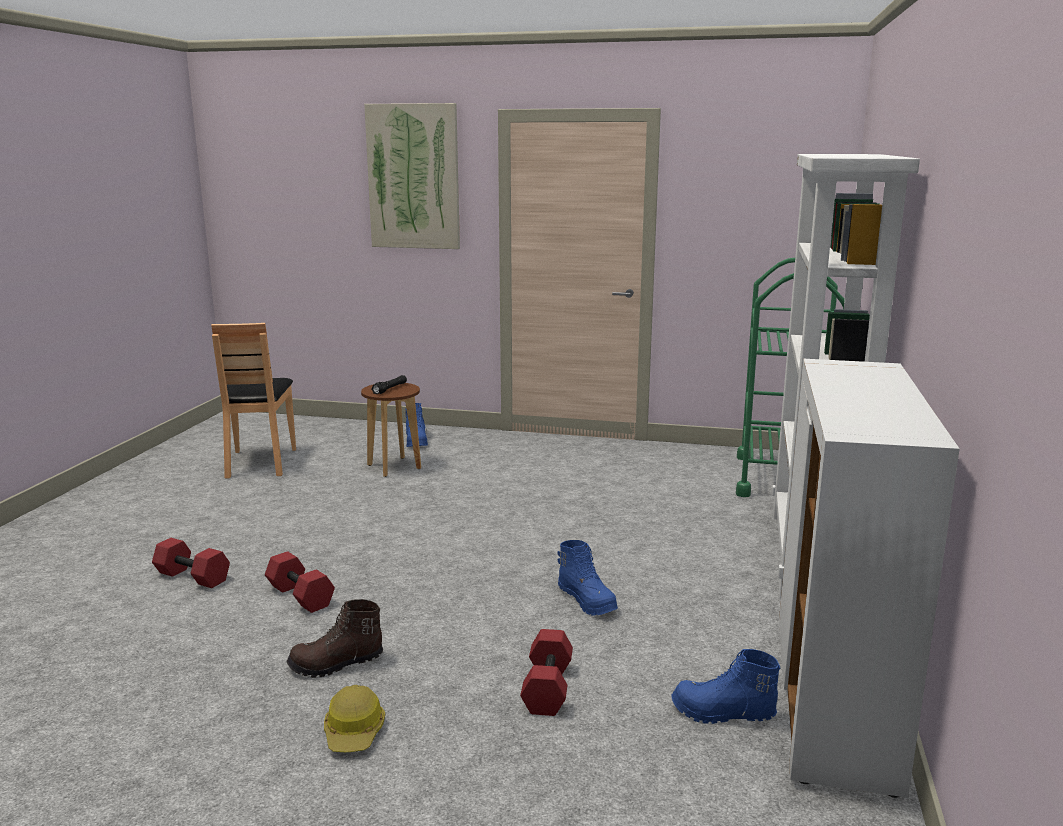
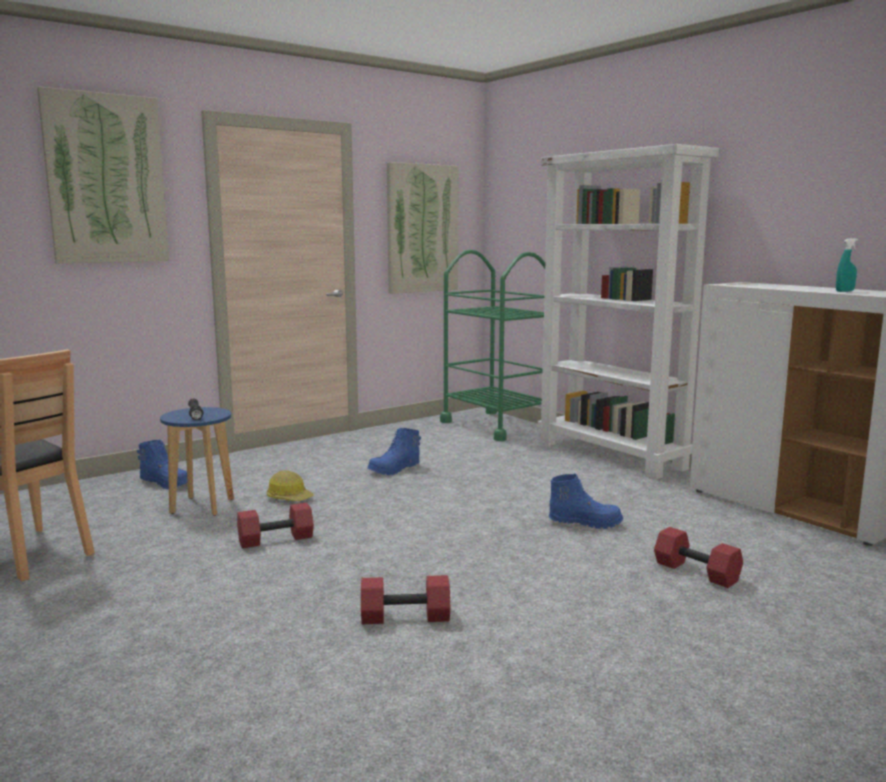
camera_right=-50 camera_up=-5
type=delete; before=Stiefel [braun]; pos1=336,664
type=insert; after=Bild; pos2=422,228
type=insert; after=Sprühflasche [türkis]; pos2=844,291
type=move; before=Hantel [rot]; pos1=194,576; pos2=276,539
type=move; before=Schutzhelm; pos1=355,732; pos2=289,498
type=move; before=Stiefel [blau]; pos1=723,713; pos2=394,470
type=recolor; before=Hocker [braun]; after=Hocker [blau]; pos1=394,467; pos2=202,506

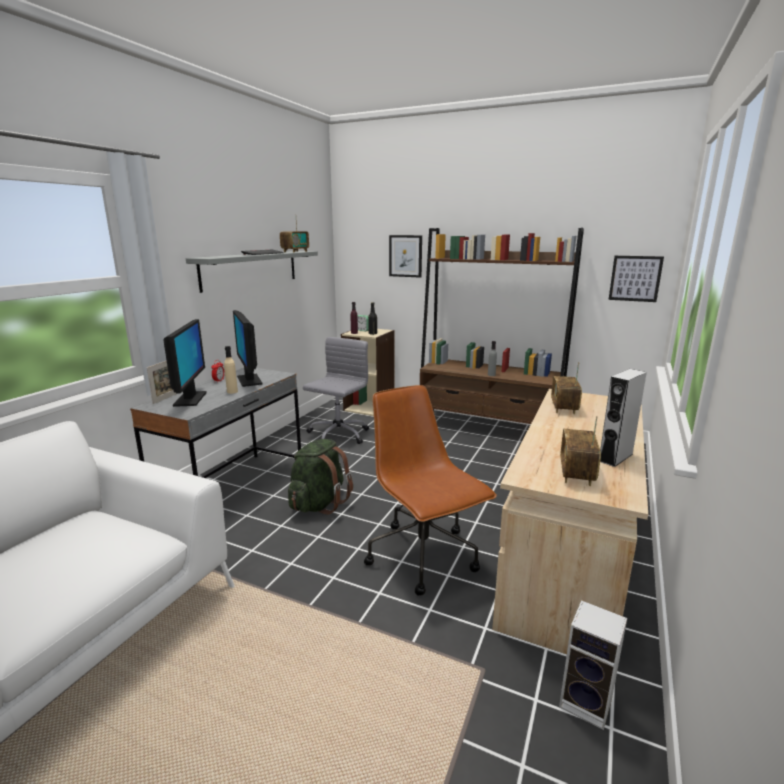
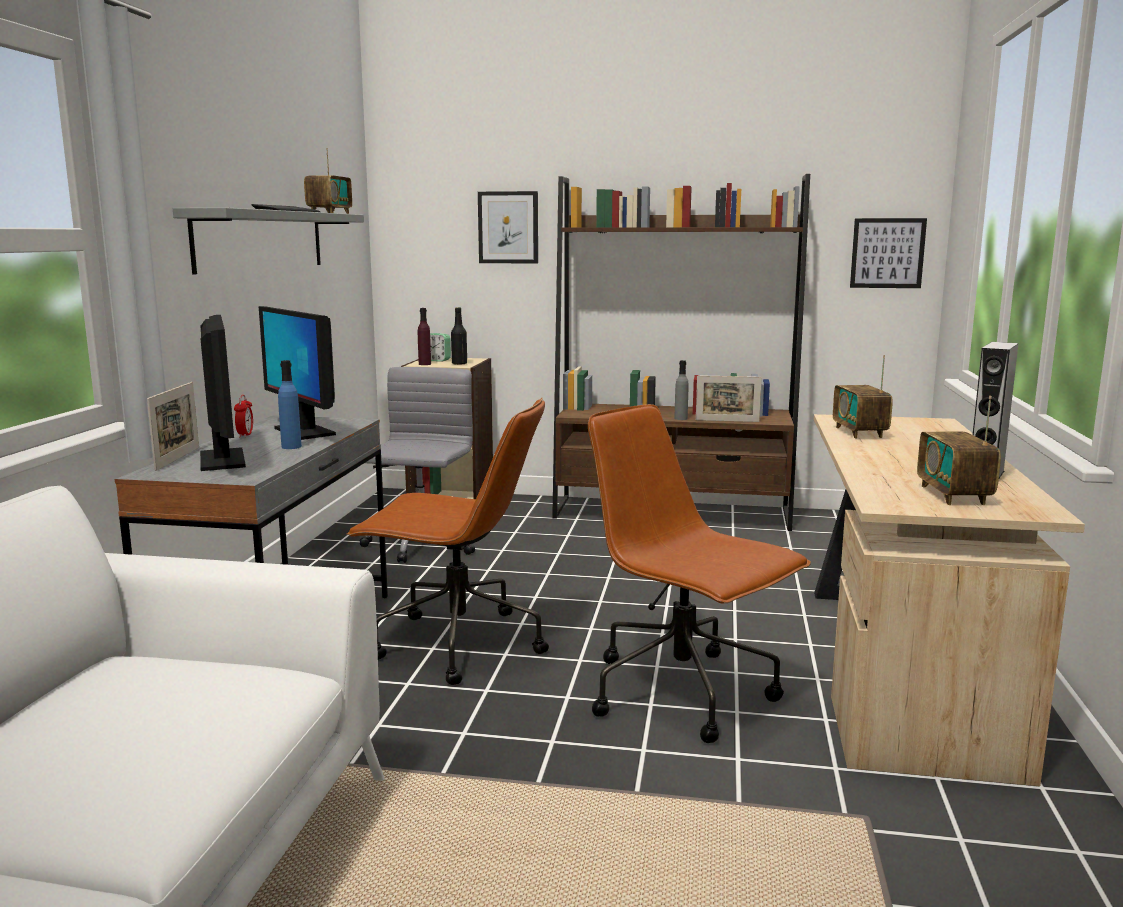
camera_right=-15 camera_up=-5
type=delete; before=Lautsprecher; pos1=588,703
type=insert; after=Bilderrahmen; pos2=727,421
type=replace; before=Rucksack [grün]; after=Bürostuhl [braun]; pos1=319,503; pos2=456,644
type=recolor; before=Flasche [beige]; after=Flasche [blau]; pos1=232,392; pos2=291,447

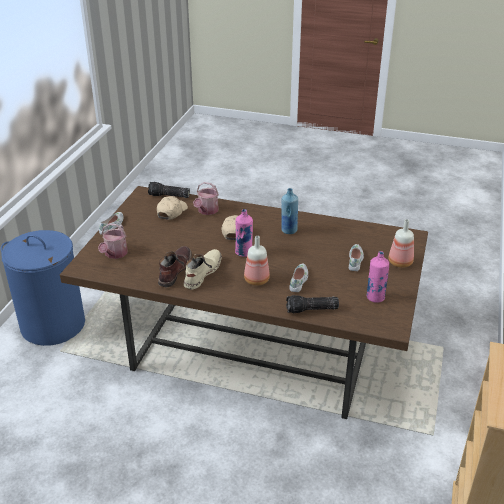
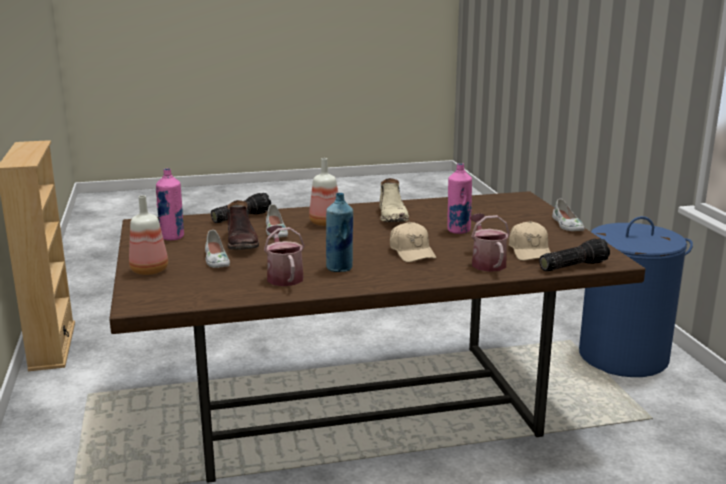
camera_right=150 camera_up=-15
type=move; before=Gießkanne; pos1=115,254; pos2=283,276
type=move; before=Stiefel [braun]; pos1=174,270; pos2=242,242
type=move; before=Flasche [rosa]; pos1=244,252; pos2=458,231

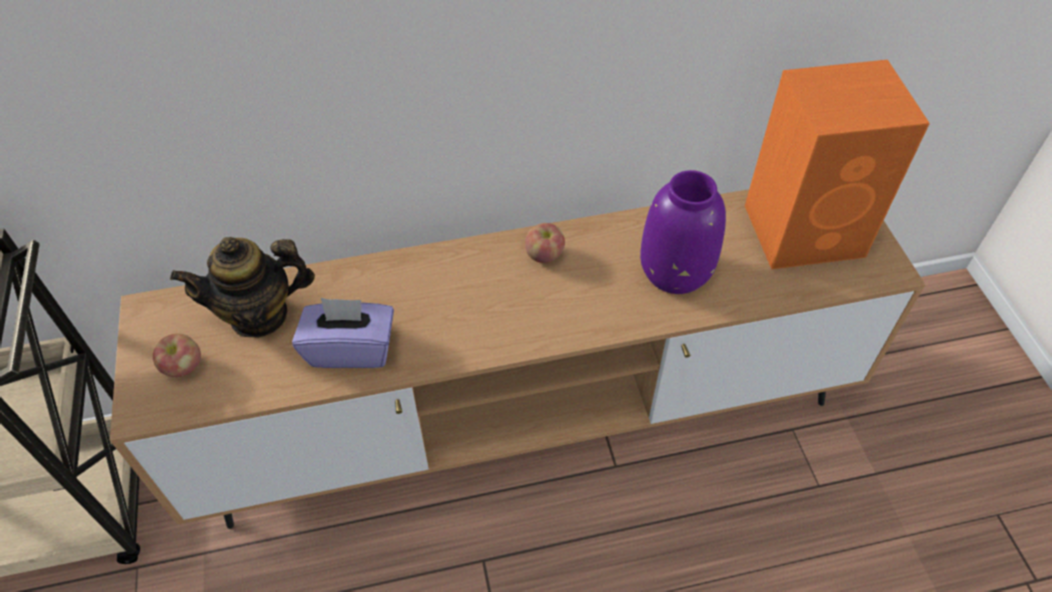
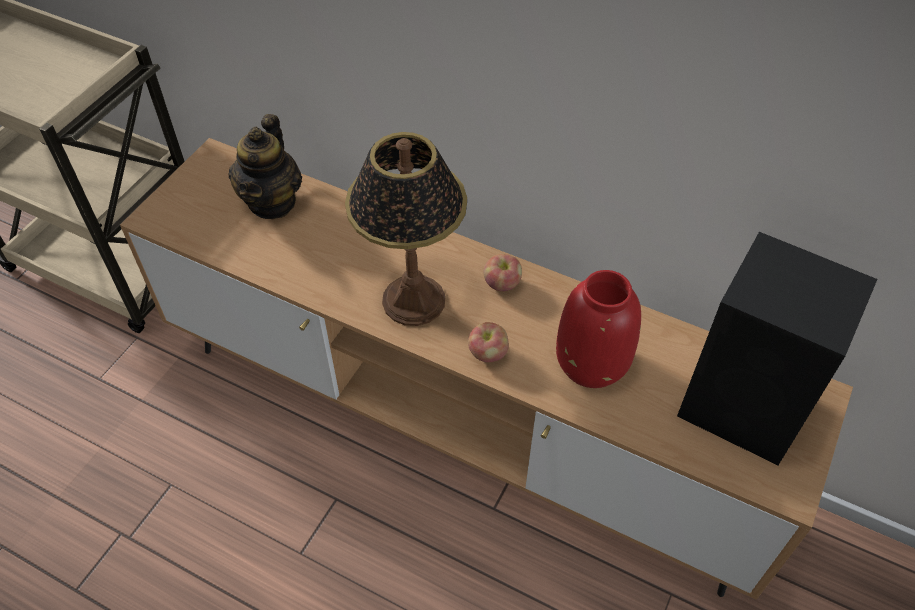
camera_right=40 camera_up=0
type=delete; before=Taschentuchbox [lila]; pos1=351,349
type=insert; after=Tischlampe; pos2=413,301
type=move; before=Apfel; pos1=184,367; pos2=488,353
type=recolor; before=Vase [lila]; after=Vase [rot]; pos1=675,270; pos2=592,362
type=recolor; before=Lautsprecher [orange]; after=Lautsprecher [schwarz]; pos1=806,230; pos2=746,407
type=rotate; before=Teekanne; pos1=259,315; pos2=272,202; turn=-105

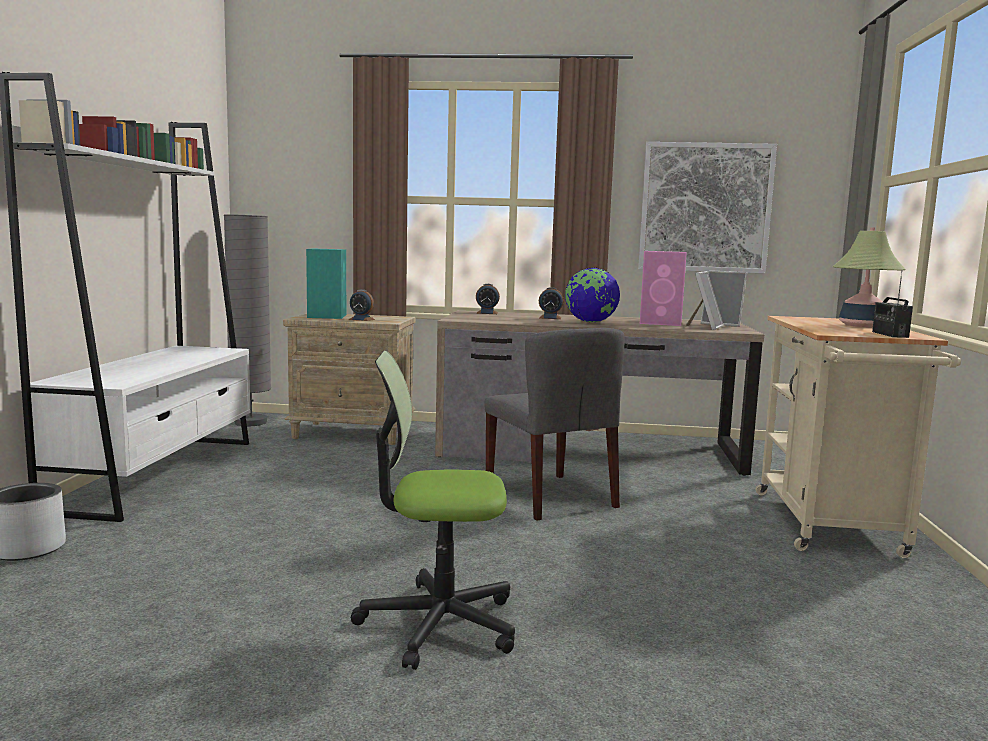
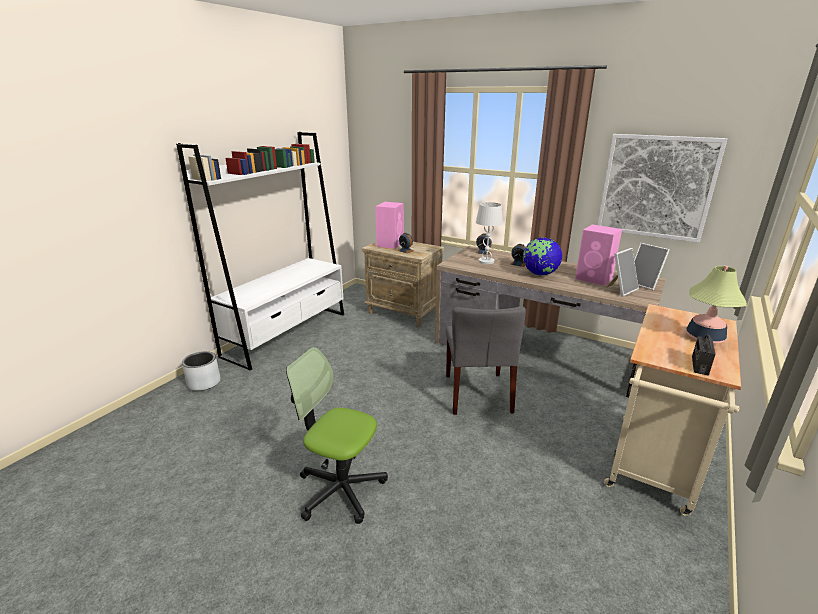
camera_right=25 camera_up=15
type=delete; before=Stehlampe [grau]; pos1=251,422
type=insert; after=Tischlampe [weiß]; pos2=486,261
type=recolor; before=Lautsprecher [türkis]; after=Lautsprecher [rosa]; pos1=327,316; pos2=390,244

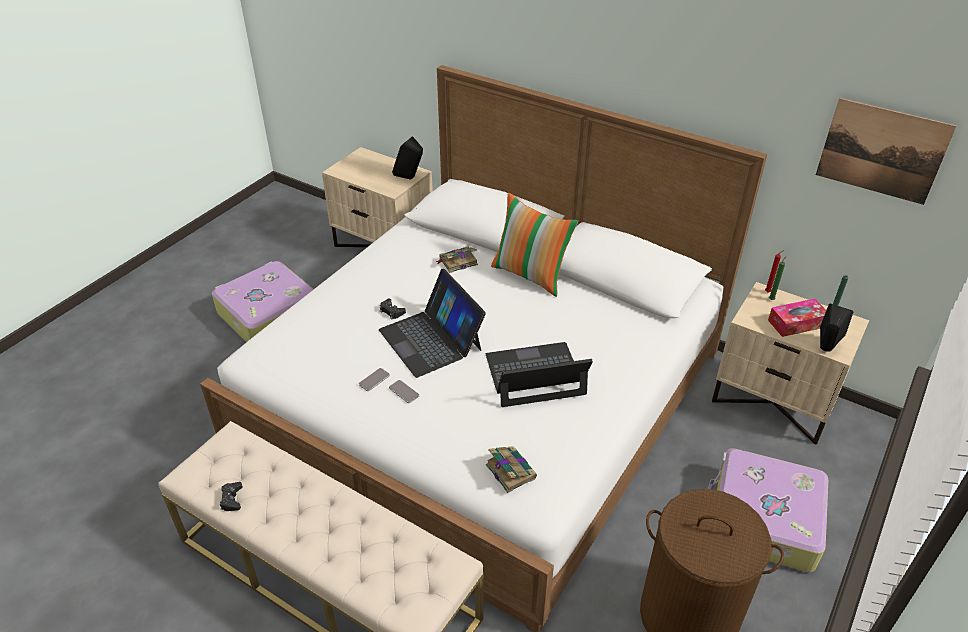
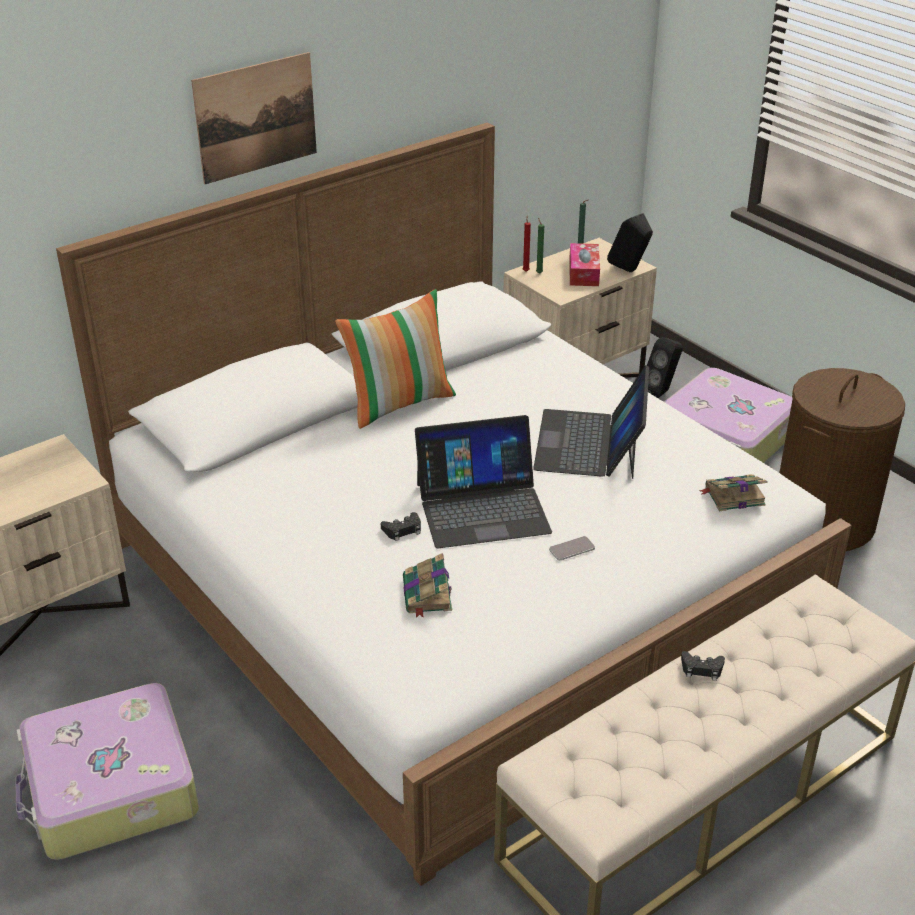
camera_right=-70 camera_up=-5
type=delete; before=Handy; pos1=374,380
type=move; before=Gamepad [schwarz]; pos1=231,499; pos2=701,669
type=move; before=Lautsprecher [schwarz]; pos1=410,179; pos2=661,392
type=move; before=Buch; pos1=457,262; pos2=427,595
type=move; before=Bild; pos1=882,151; pos2=256,117

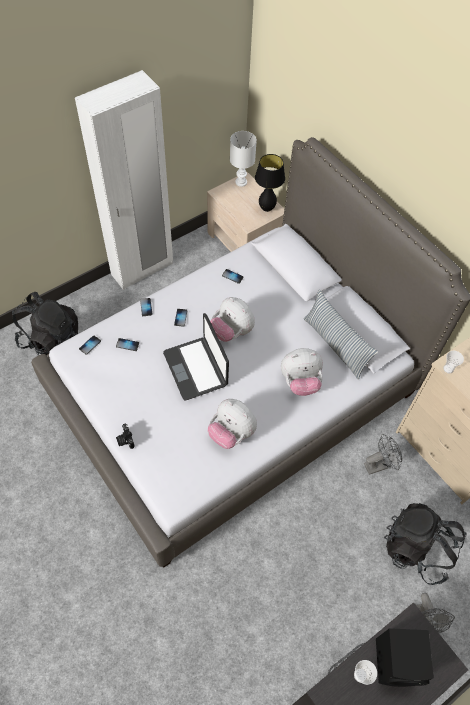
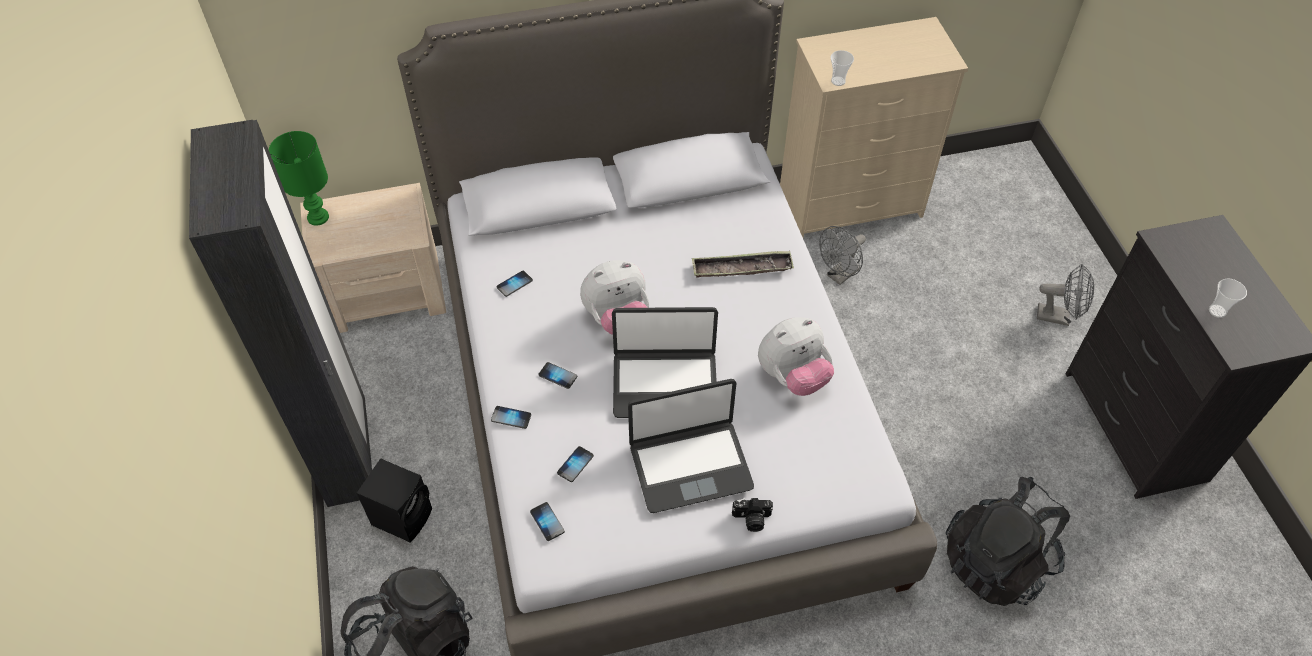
camera_right=-65 camera_up=-5
type=delete; before=Tischlampe [schwarz]; pos1=267,208
type=delete; before=Kissen; pos1=335,345
type=insert; after=Laptop; pos2=690,465
type=move; before=Lautsprecher [schwarz]; pos1=397,662; pos2=404,515
type=move; before=Rucksack [schwarz]; pos1=416,549; pos2=997,562
type=replace; before=Plüschtier; after=Tablett; pos1=300,382; pos2=741,268
type=recolor; before=Kleiderschrank [weiß]; after=Kleiderschrank [schwarz]; pos1=142,269; pos2=348,454
type=recolor; before=Tischlampe [weiß]; after=Tischlampe [grün]; pos1=240,182; pos2=318,218
type=rotate; before=Ventilator [grau]; pos1=379,464; pos2=839,275; turn=-135

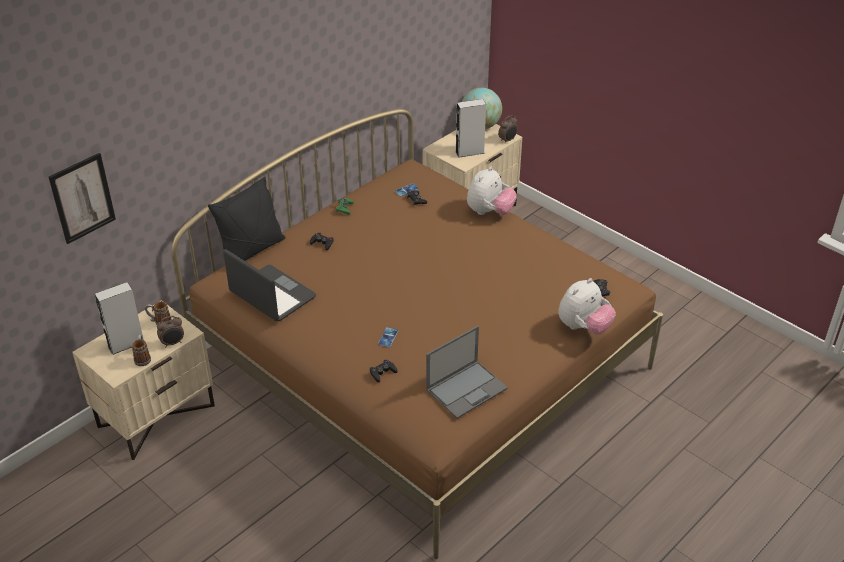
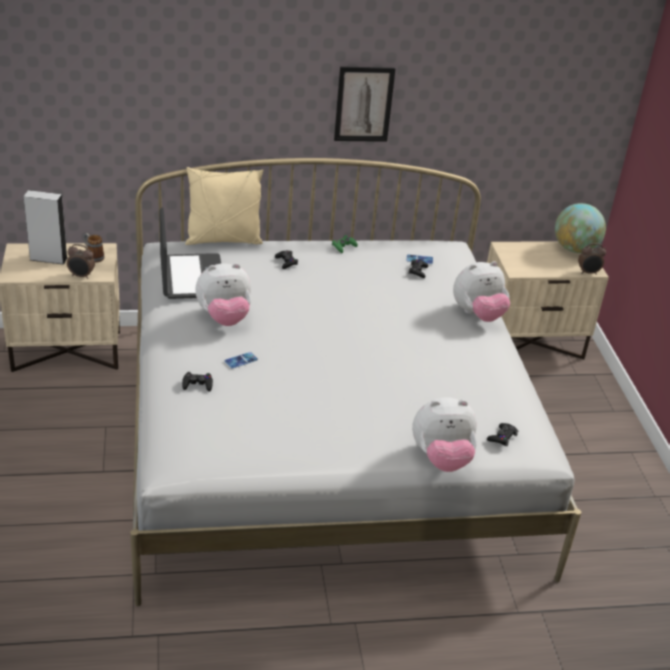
camera_right=35 camera_up=-5
type=delete; before=Henkelbecher; pos1=143,358
type=delete; before=Laptop; pos1=467,388
type=delete; before=Lautsprecher [grau]; pos1=469,152
type=insert; after=Plüschtier; pos2=224,318
type=move; before=Bild; pos1=82,198; pos2=363,104
type=recolor; before=Bett [braun]; after=Bett [weiß]; pos1=421,365; pos2=325,440
type=recolor; before=Kissen [schwarz]; after=Kissen [beige]; pos1=252,251; pos2=223,240

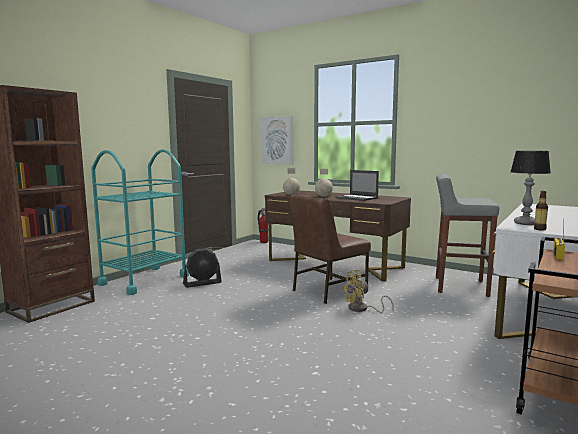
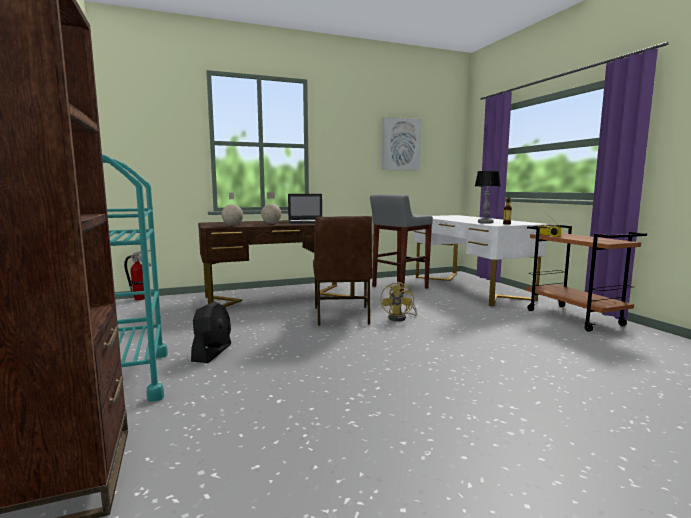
camera_right=-55 camera_up=0
type=move; before=Bild; pos1=277,140; pos2=401,144

